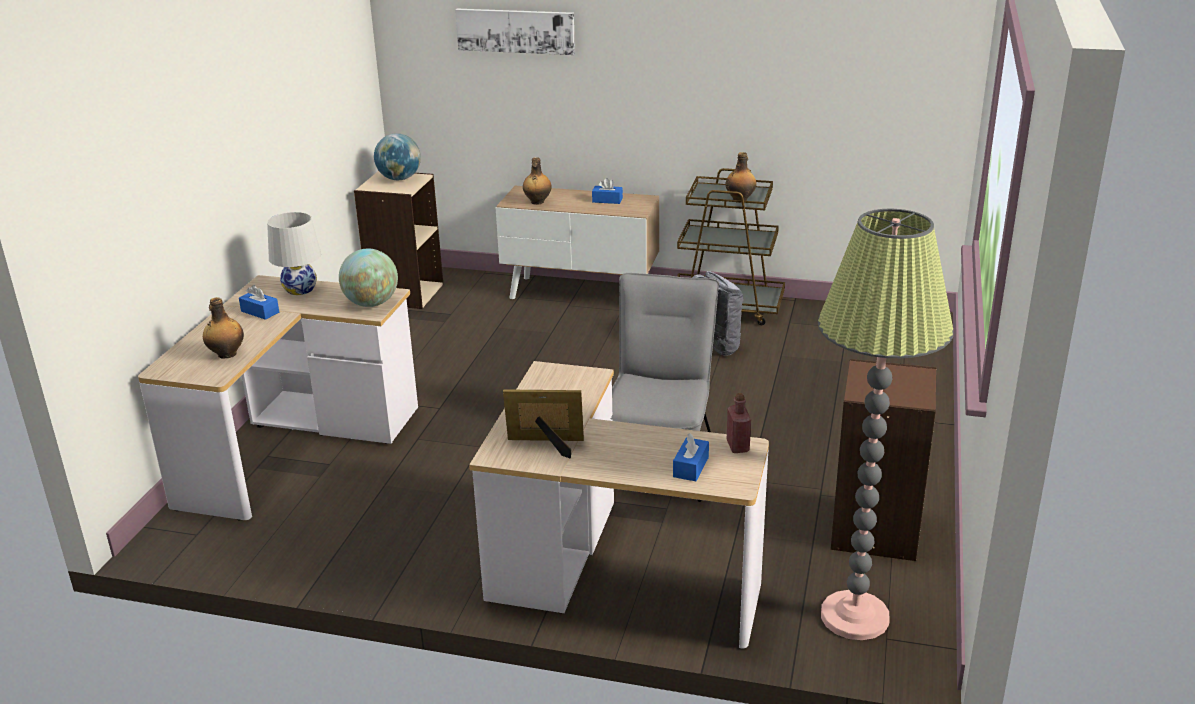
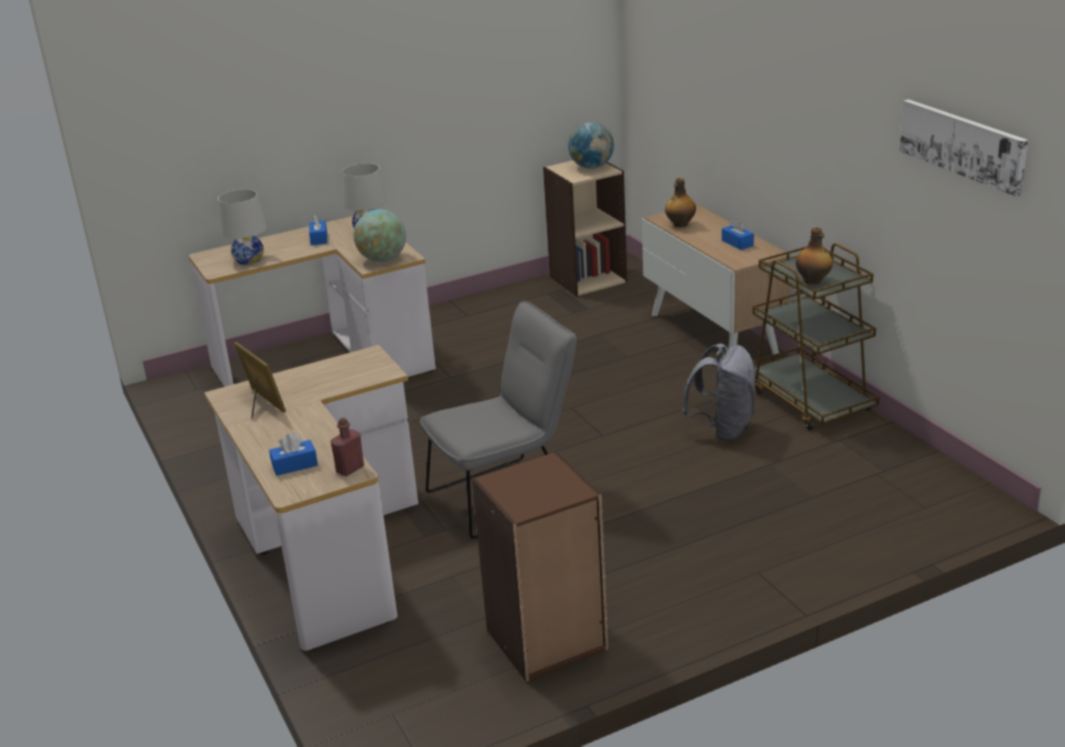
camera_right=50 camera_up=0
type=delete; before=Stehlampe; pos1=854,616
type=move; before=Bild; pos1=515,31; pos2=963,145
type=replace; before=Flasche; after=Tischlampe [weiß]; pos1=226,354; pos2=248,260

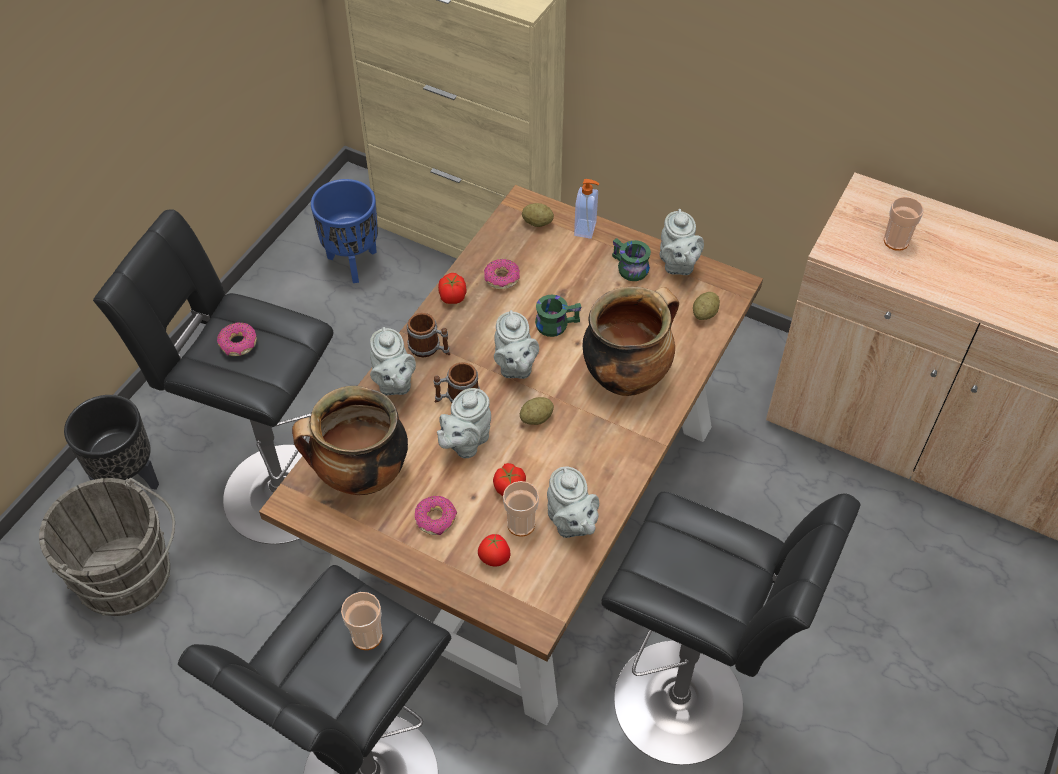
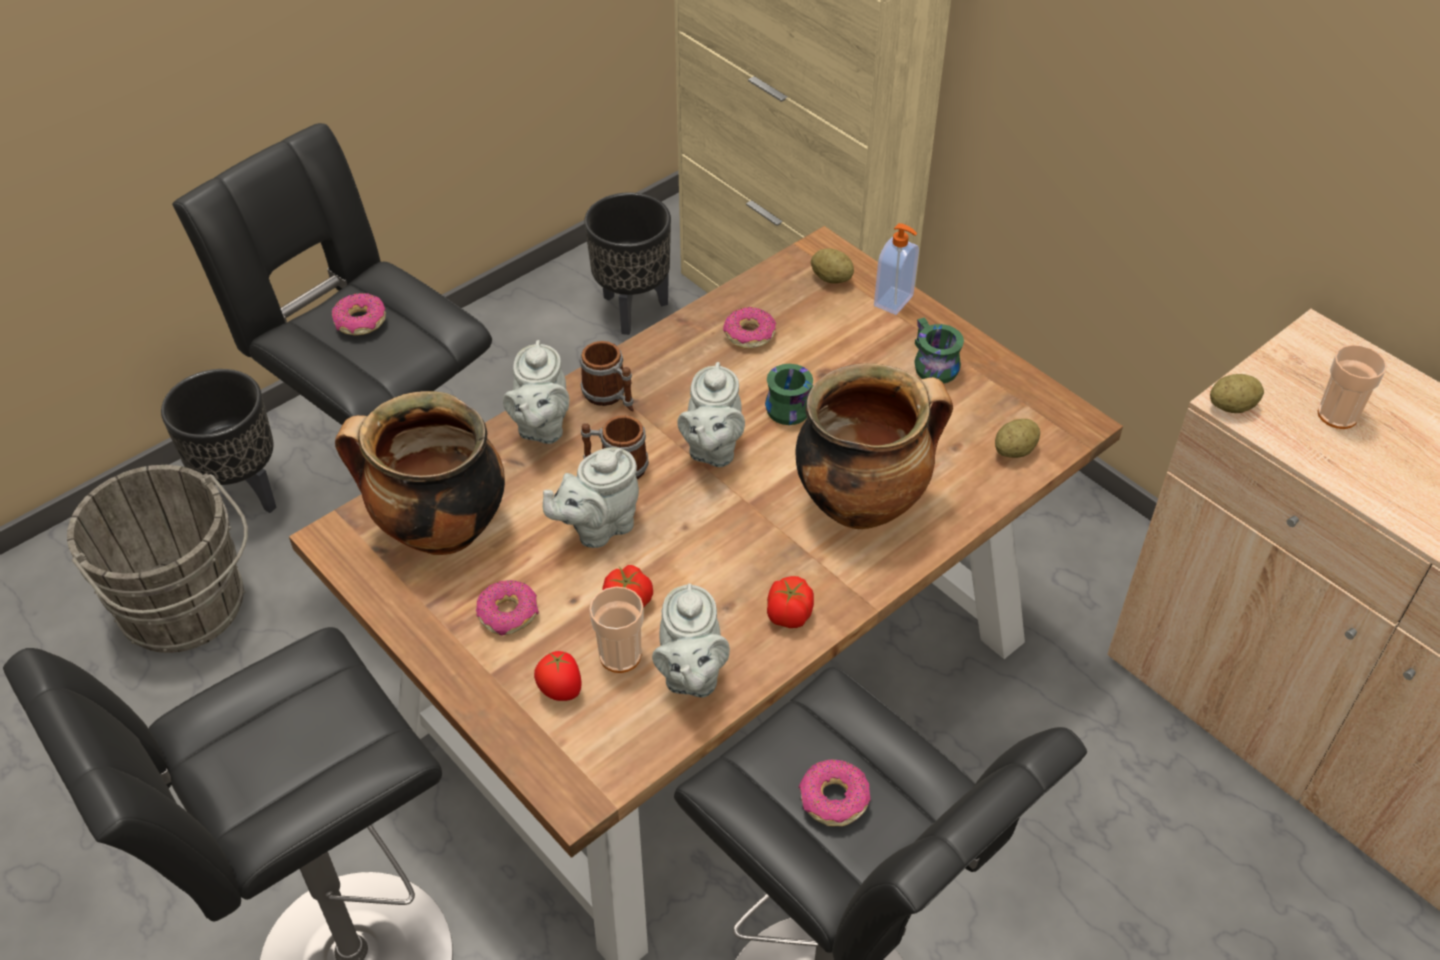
camera_right=20 camera_up=-5
type=delete; before=Tasse; pos1=367,636
type=delete; before=Teekanne [grau]; pos1=677,265
type=insert; after=Donut; pos2=833,799
type=move; before=Tomate; pos1=452,297; pos2=788,615
type=move; before=Kartoffel; pos1=536,418; pos2=1232,407
type=recolor; before=Pflanzkübel [blau]; after=Pflanzkübel [schwarz]; pos1=353,263; pos2=633,310

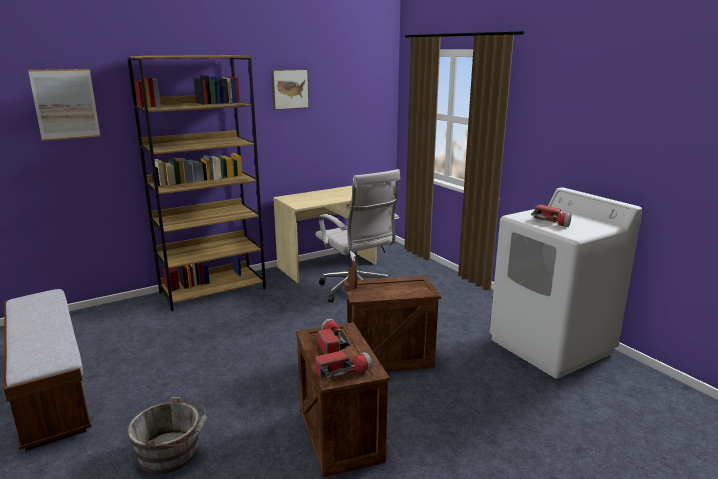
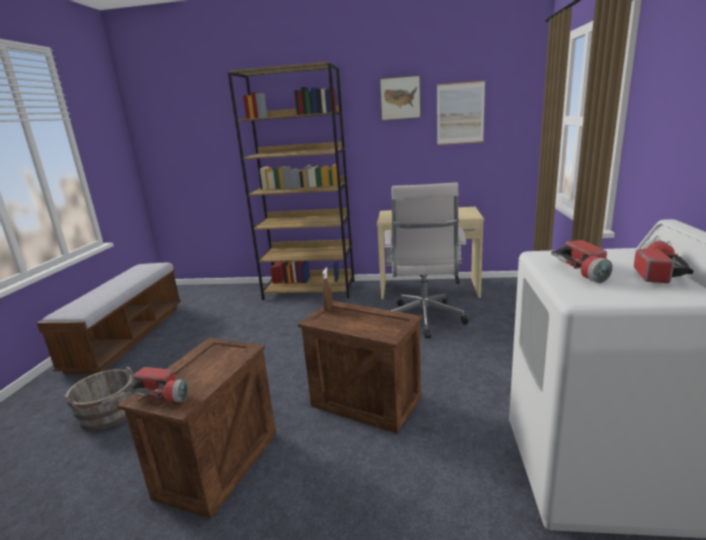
camera_right=40 camera_up=0
type=move; before=Bild; pos1=65,104; pos2=460,113
type=move; before=Taschenlampe; pos1=331,343; pos2=657,272

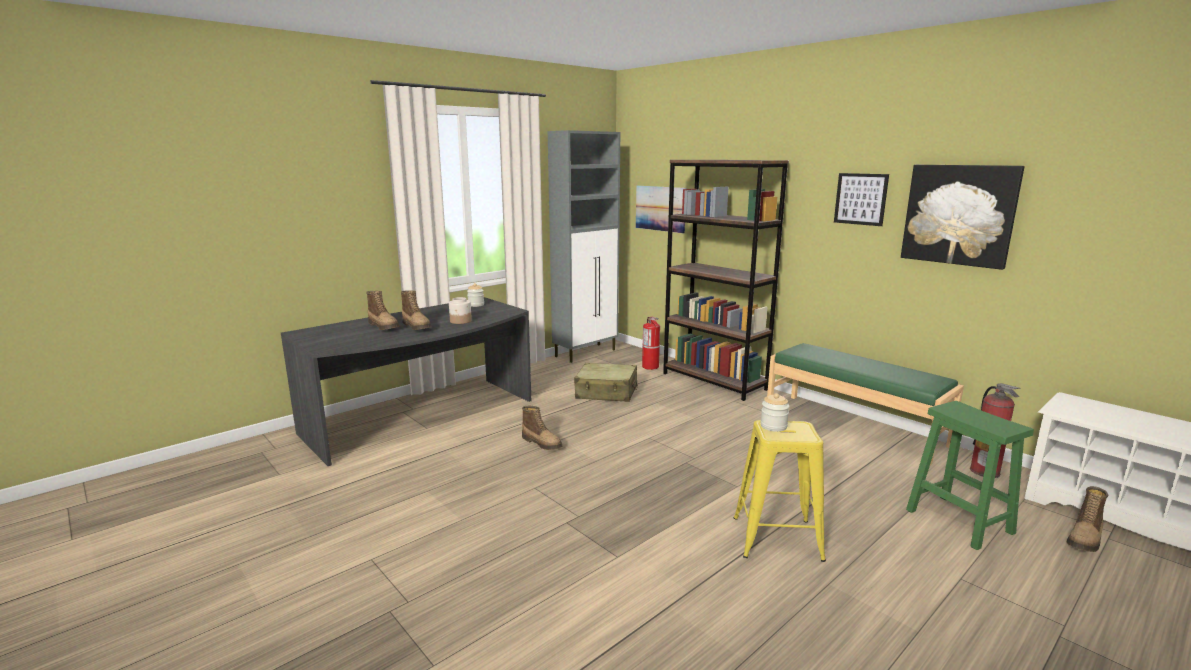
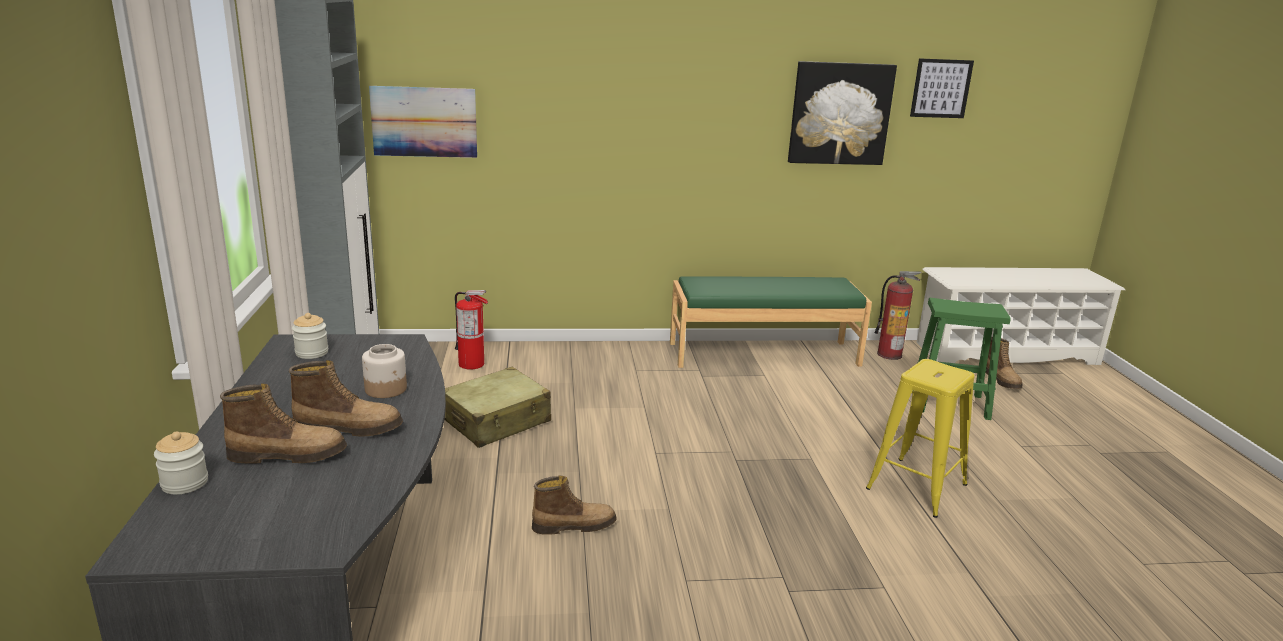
camera_right=-55 camera_up=5
type=delete; before=Bücherregal [braun]; pos1=714,381
type=move; before=Vorratsglas; pos1=773,426; pos2=185,483
type=move; before=Bild; pos1=860,199; pos2=941,88

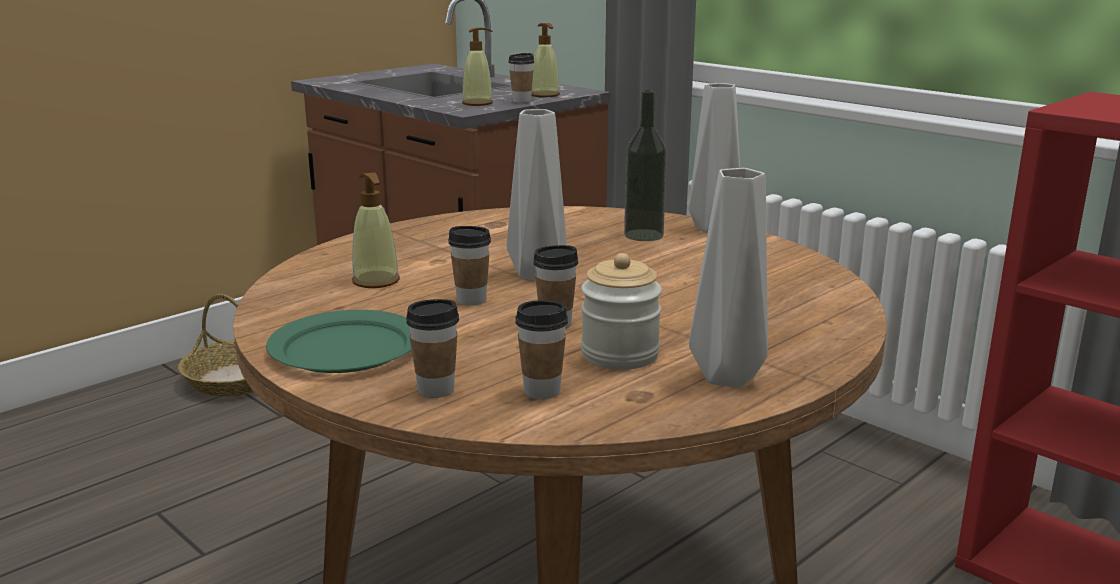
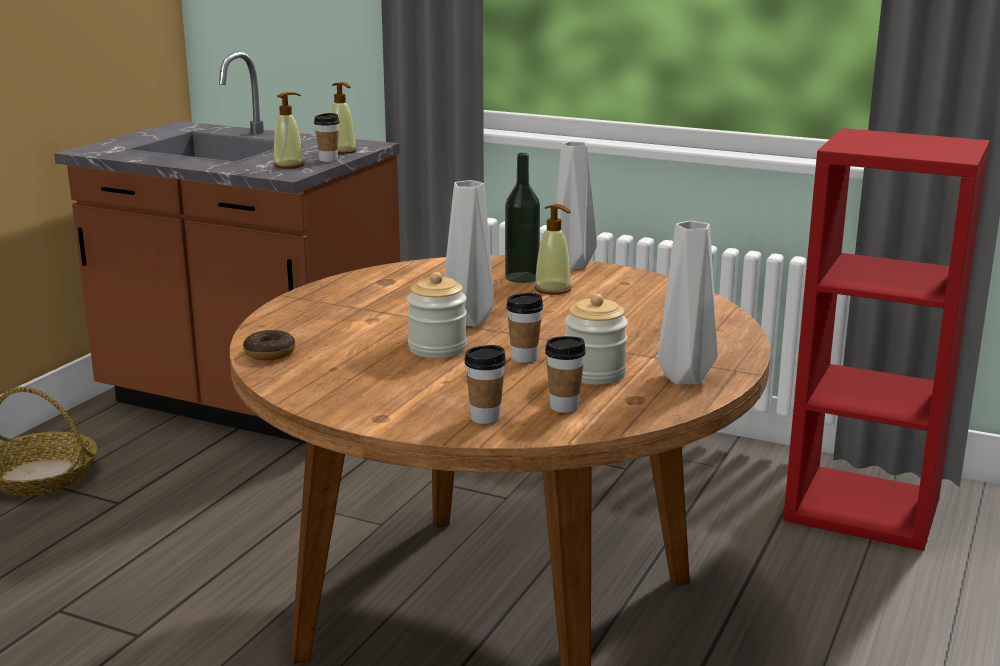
camera_right=-20 camera_up=0
type=delete; before=Teller [grün]; pos1=345,349
type=insert; after=Donut; pos2=270,353
type=move; before=Seifenspender; pos1=376,281; pos2=553,289
type=replace; before=Tasse; after=Vorratsglas; pos1=471,300; pos2=437,348

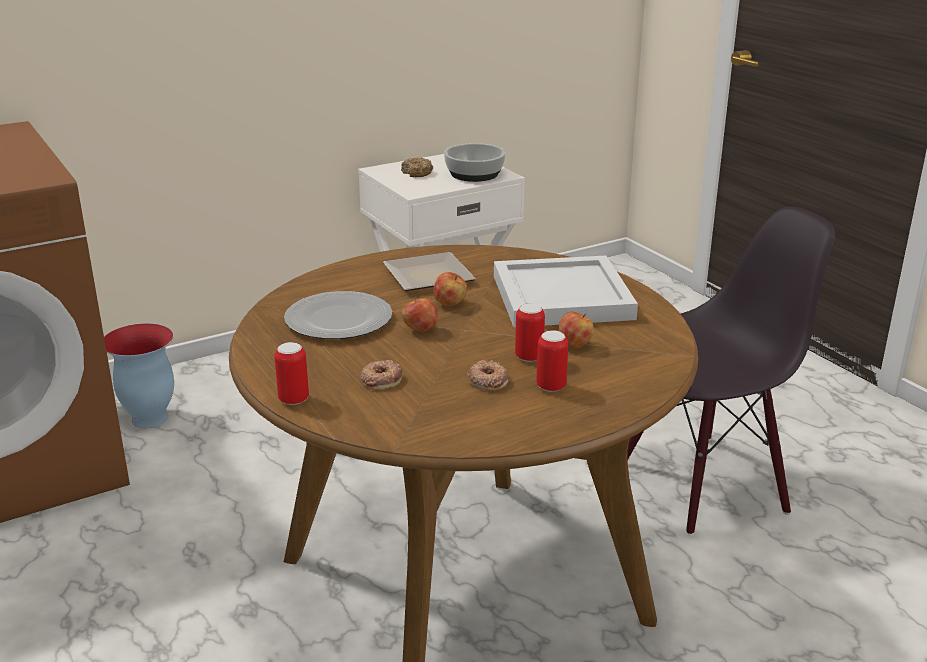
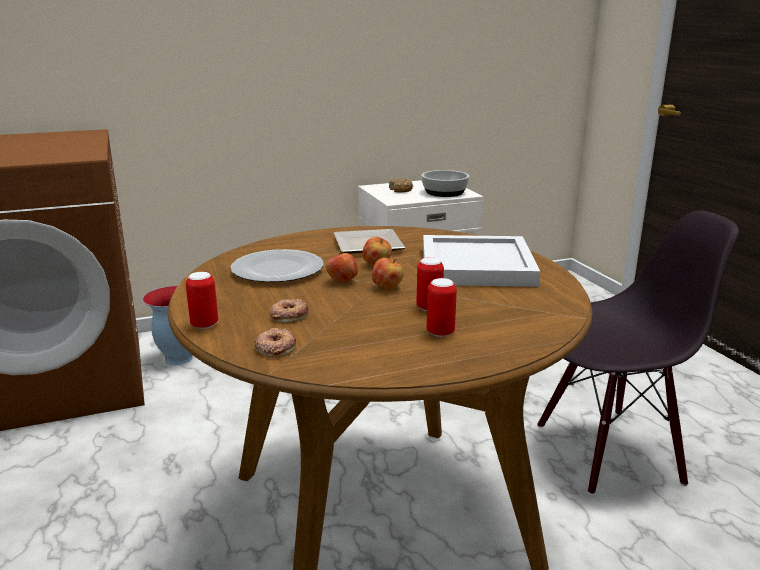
camera_right=10 camera_up=-5
type=move; before=Donut; pos1=487,380; pos2=275,348
type=move; before=Apfel; pos1=574,345; pos2=387,287

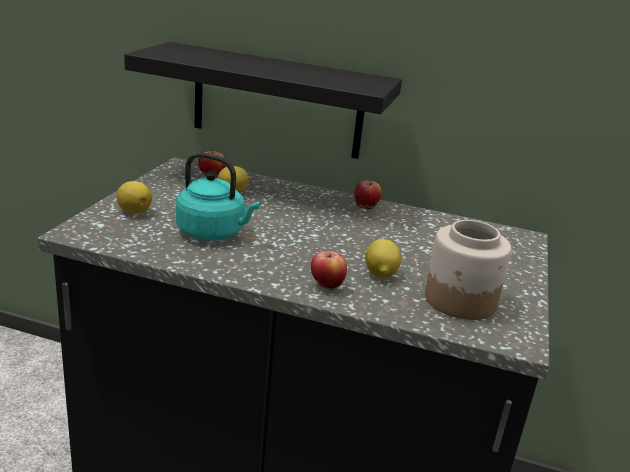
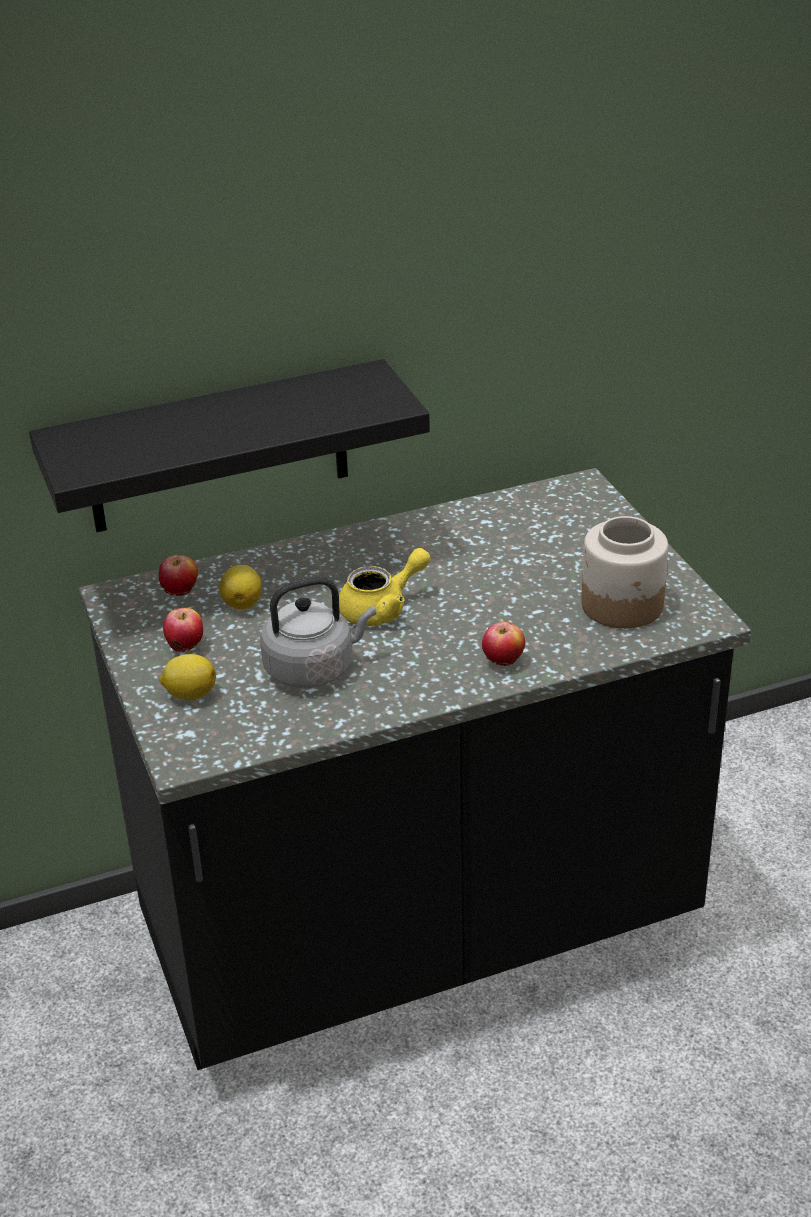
camera_right=-35 camera_up=10
type=delete; before=Zitrone; pos1=380,274
type=insert; after=Teekanne [gelb]; pos2=382,608
type=move; before=Apfel; pos1=365,208; pos2=186,648
type=recolor; before=Wasserkessel [türkis]; after=Wasserkessel [grau]; pos1=214,233; pos2=314,668

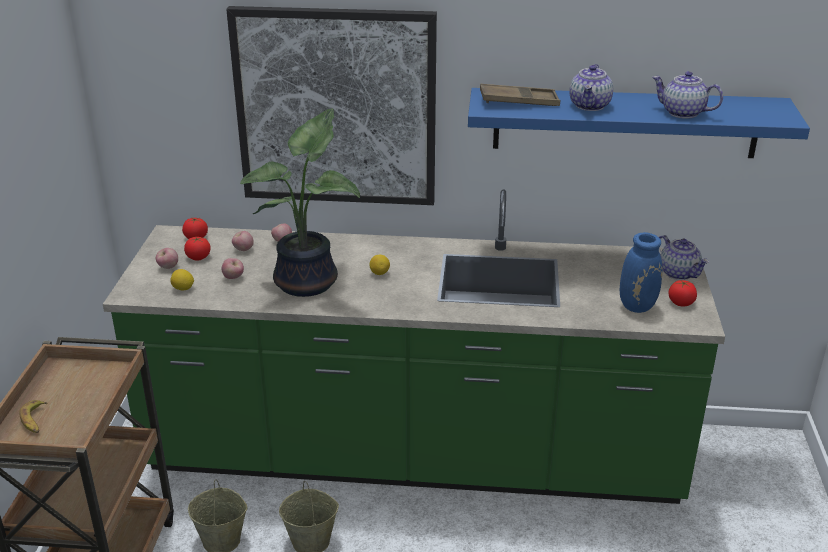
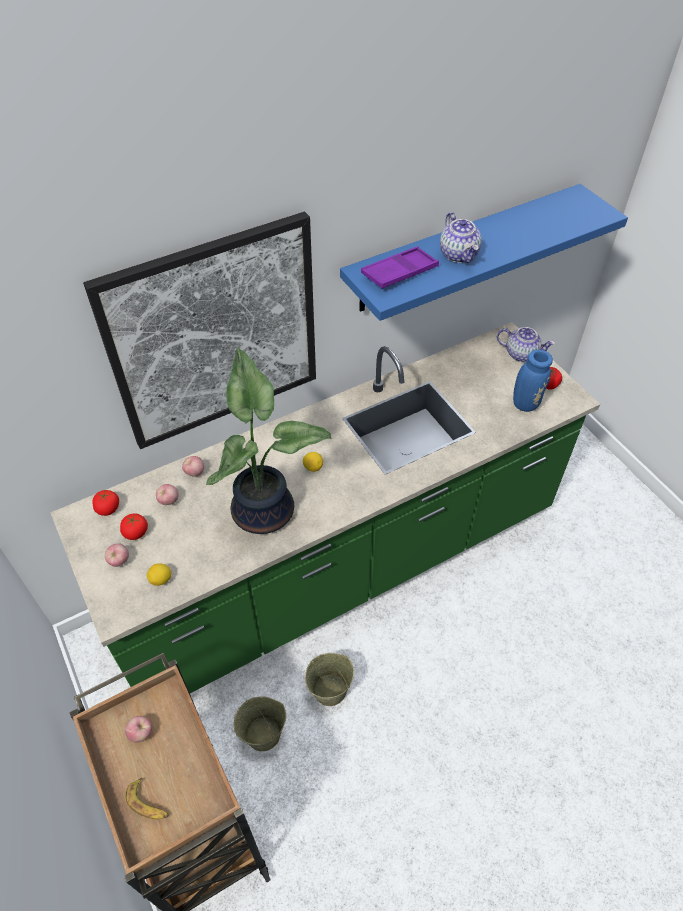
camera_right=-35 camera_up=20
type=delete; before=Teekanne; pos1=682,113
type=move; before=Apfel; pos1=233,277; pos2=141,733
type=recolor; before=Tablett [braun]; after=Tablett [lila]; pos1=519,101; pos2=399,272

